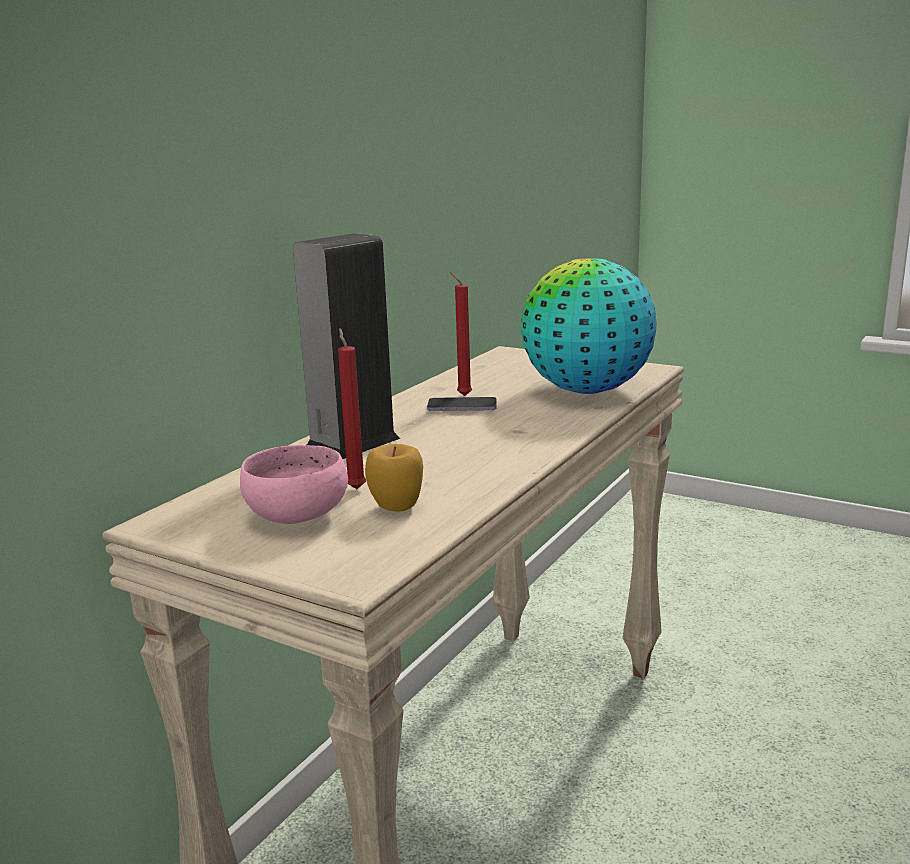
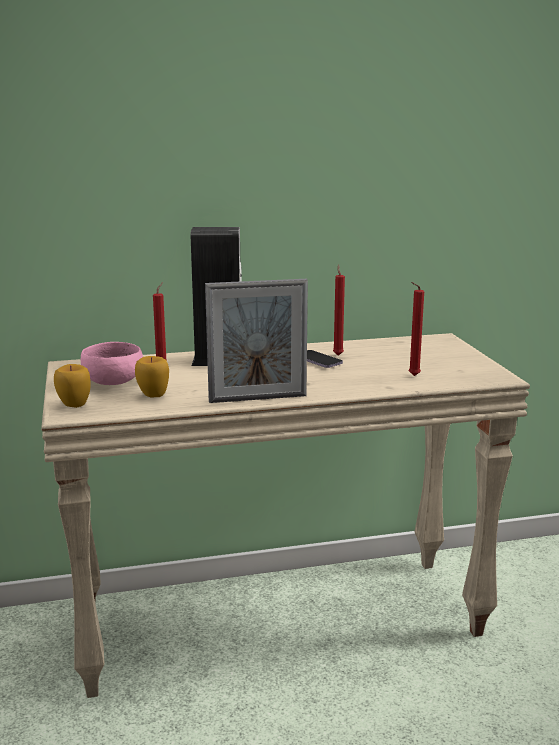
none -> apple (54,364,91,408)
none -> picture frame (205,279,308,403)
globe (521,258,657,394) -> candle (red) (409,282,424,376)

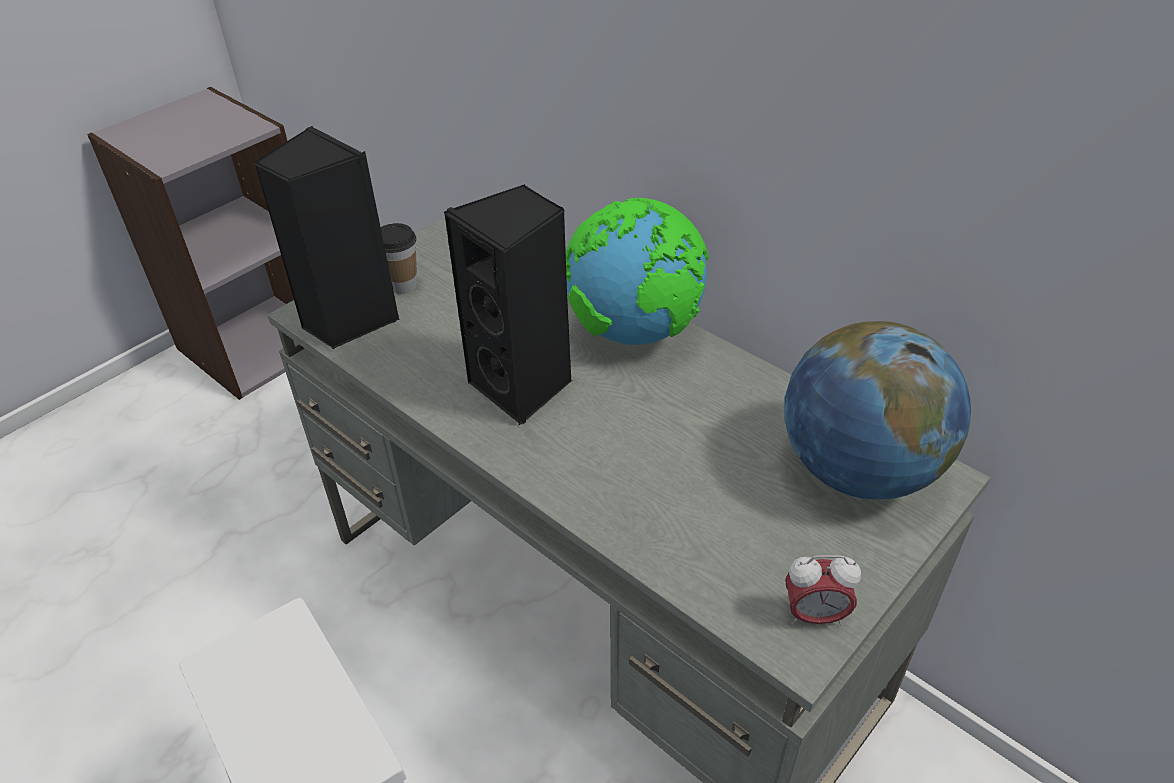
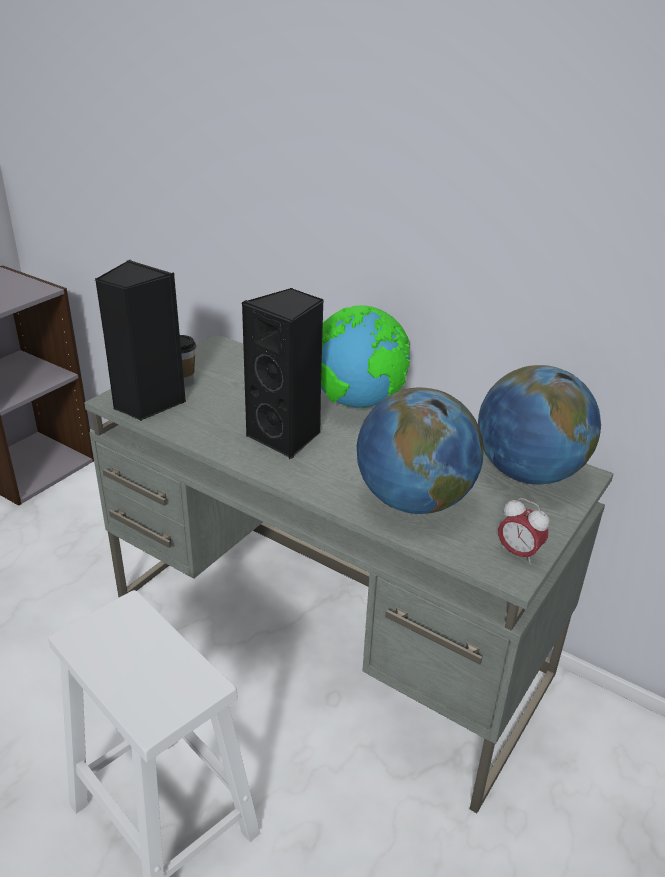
none -> globe (357,388,484,514)
alarm clock (785,555,861,626) -> alarm clock (498,498,549,565), 45 degrees clockwise

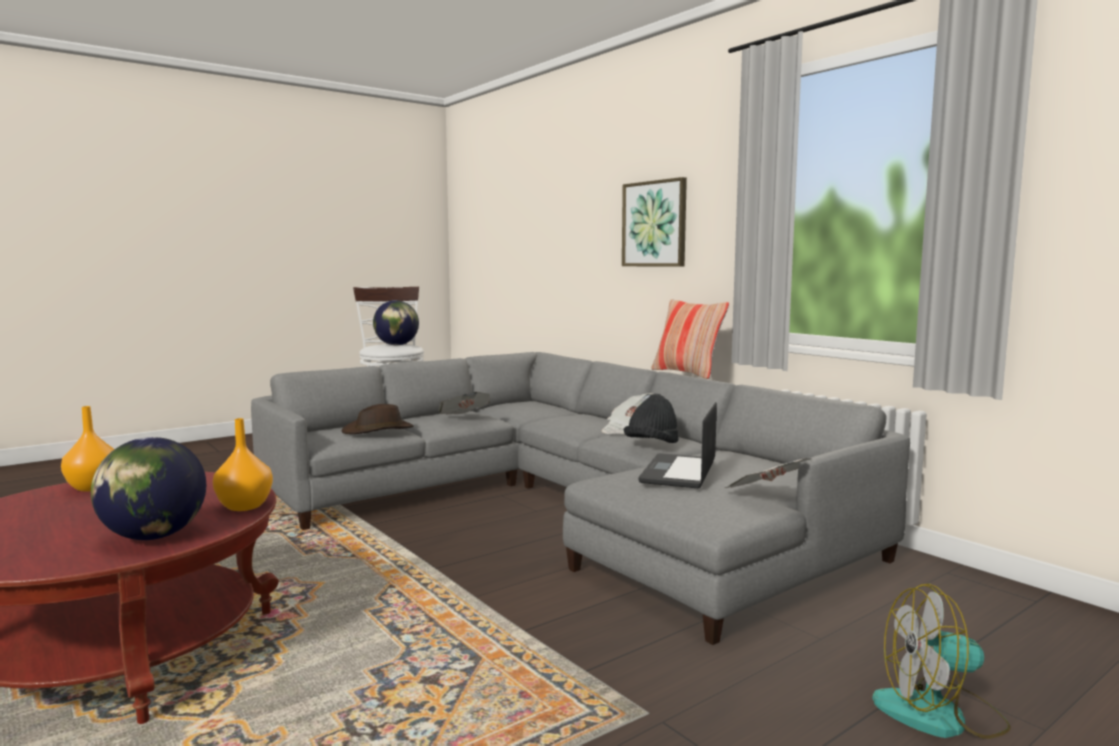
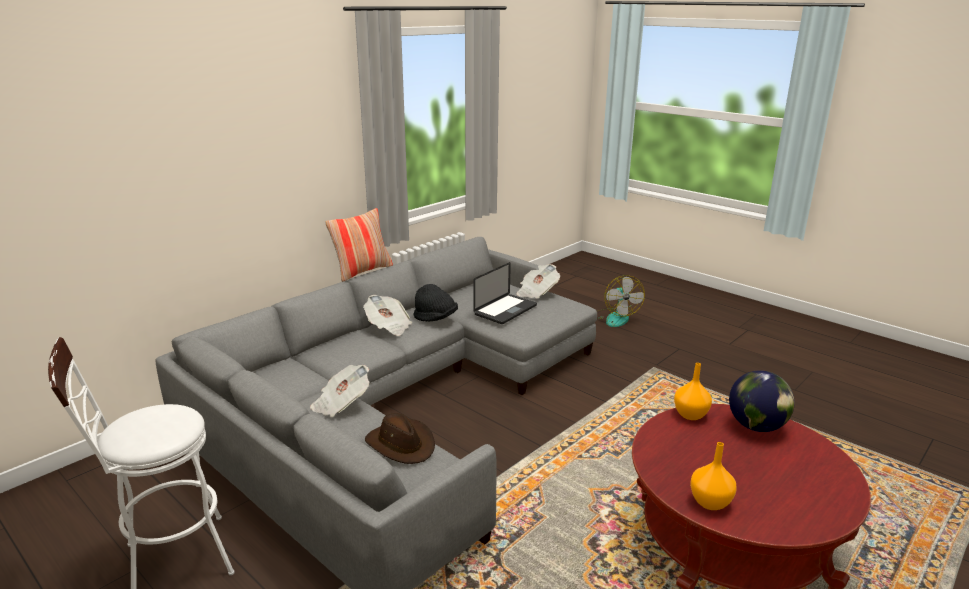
globe (373,300,419,345) -> none
picture (622,177,687,267) -> none
laptop (639,402,717,488) -> laptop (473,262,537,324), 60 degrees counterclockwise

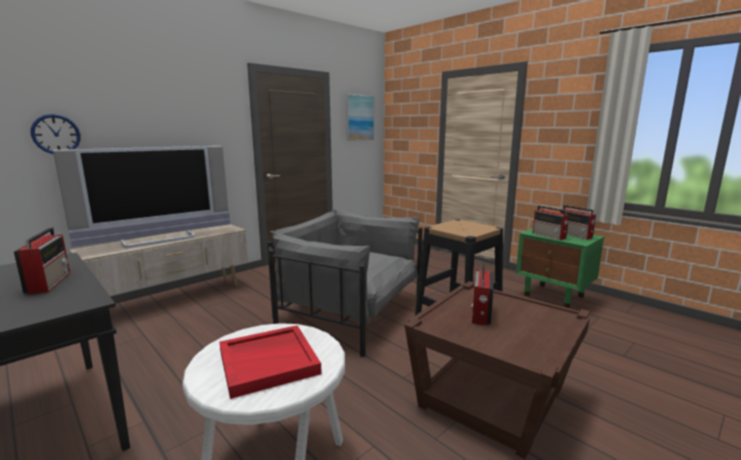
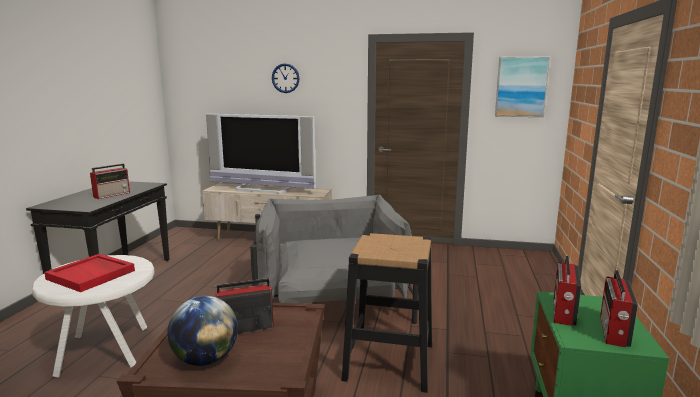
none -> globe (167,296,238,366)
wall clock (31,114,81,154) -> wall clock (272,63,300,93), moved

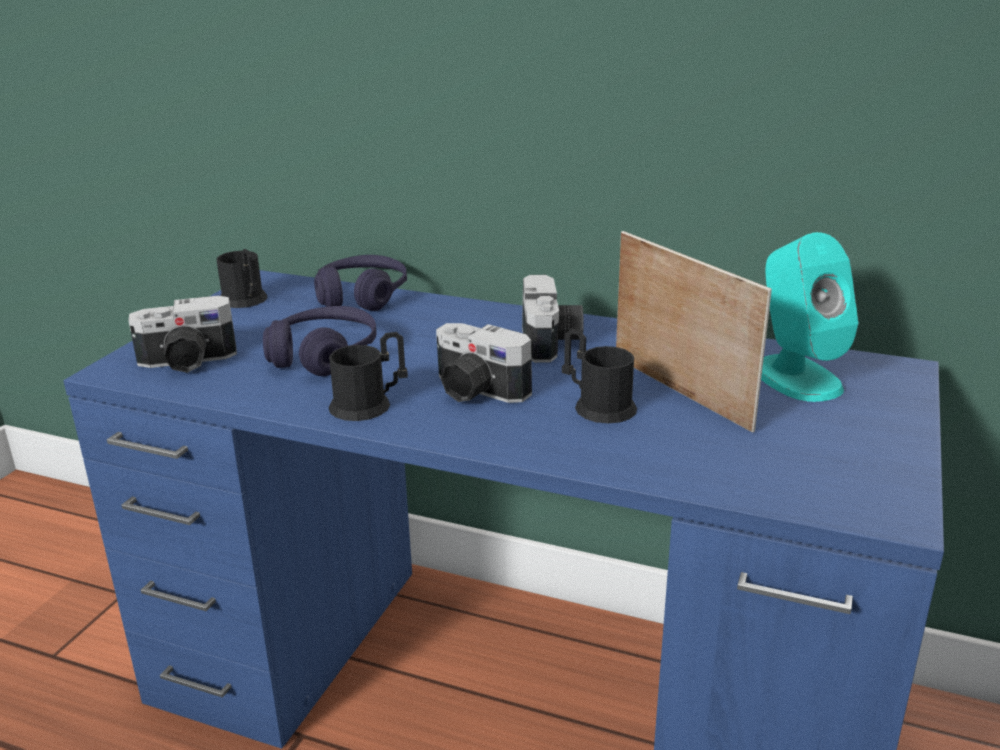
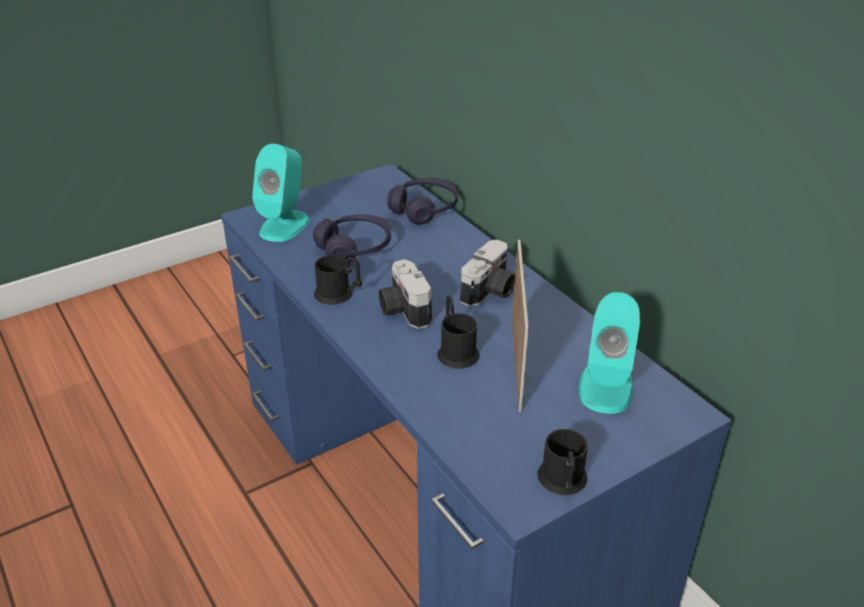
mug (black) (217,249,267,308) -> mug (black) (537,429,588,495), moved
photo camera (128,296,237,373) -> speaker (turquoise) (252,144,309,242)

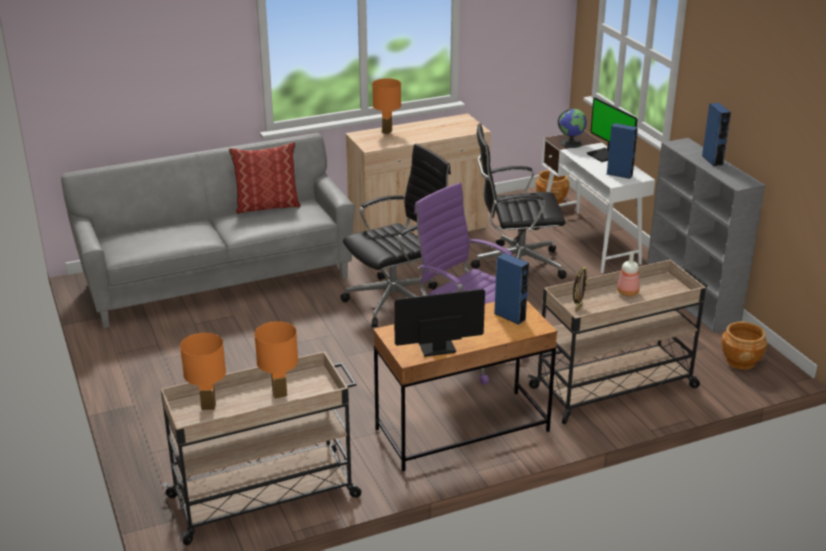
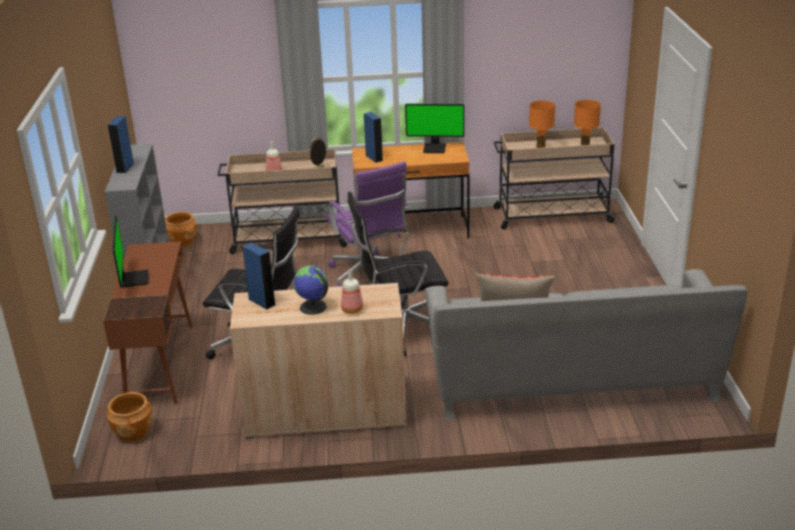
globe (558,109,587,148) -> globe (294,265,328,315), moved
speaker (blue) (607,123,638,179) -> speaker (blue) (242,242,275,310), moved
table lamp (orange) (372,78,401,134) -> bottle (341,269,363,314)
desk (white) (541,131,655,273) -> desk (brown) (103,241,193,404)

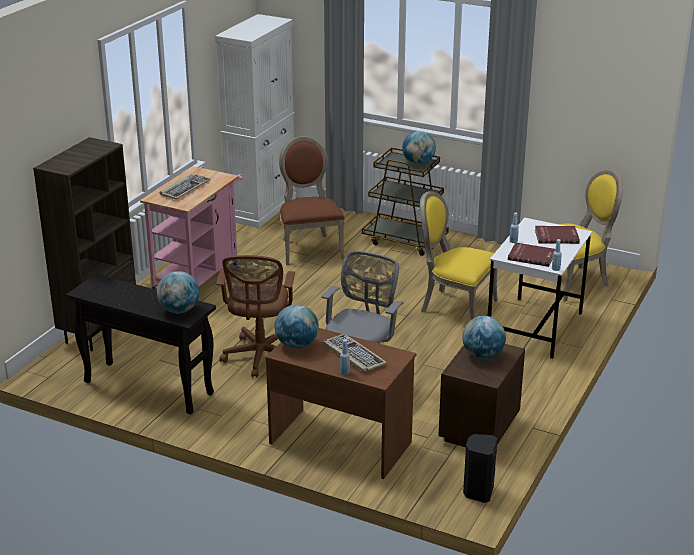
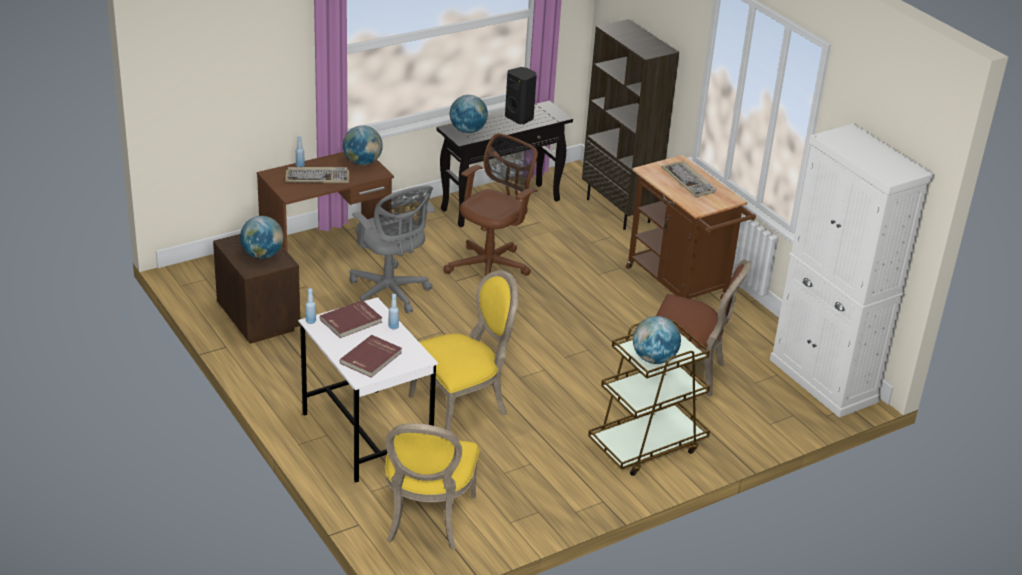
speaker (black) (463,434,497,503) -> speaker (black) (505,67,537,124), moved
cart (pink) (140,166,243,290) -> cart (brown) (626,155,756,300)
office chair (brown) (216,255,295,378) -> office chair (brown) (443,134,538,276), 90 degrees clockwise

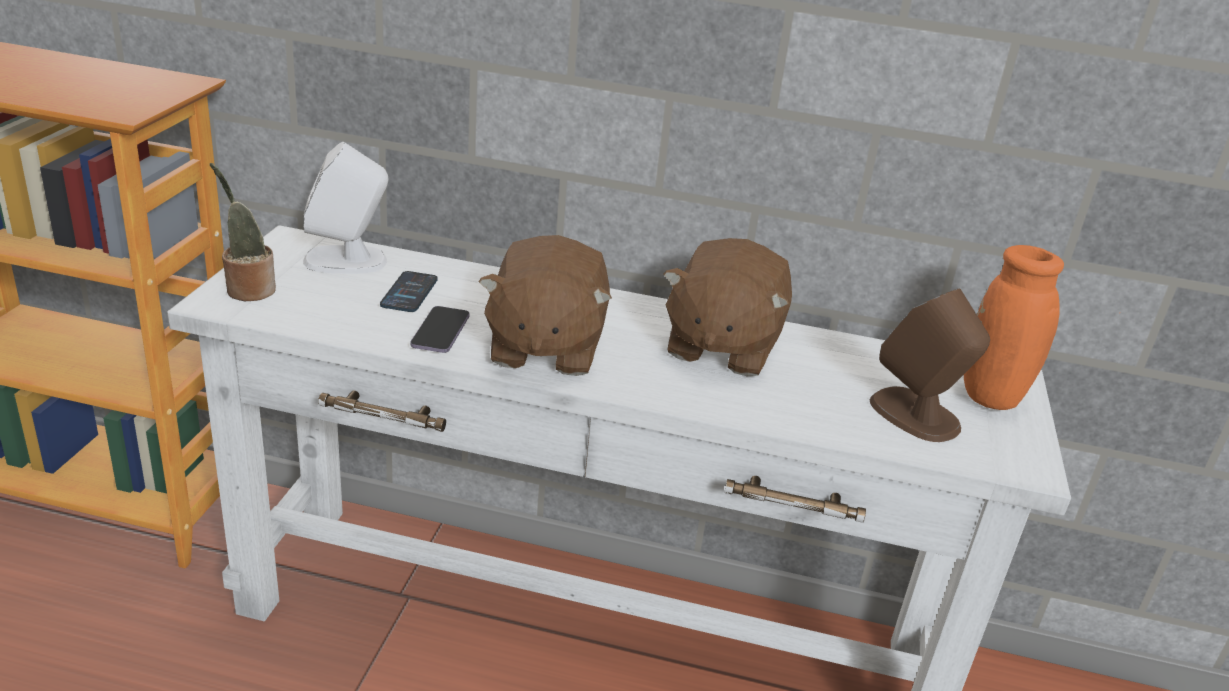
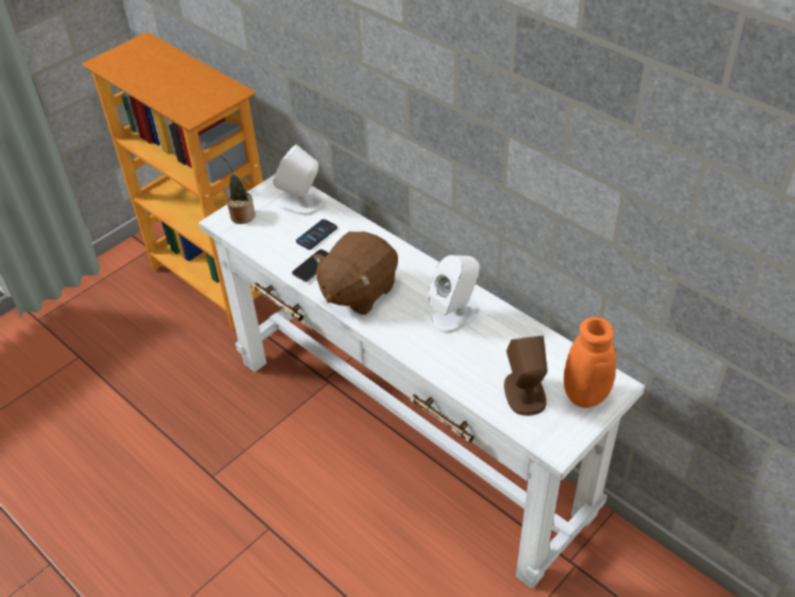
plush toy (brown) (663,238,792,376) -> speaker (white) (428,255,480,333)

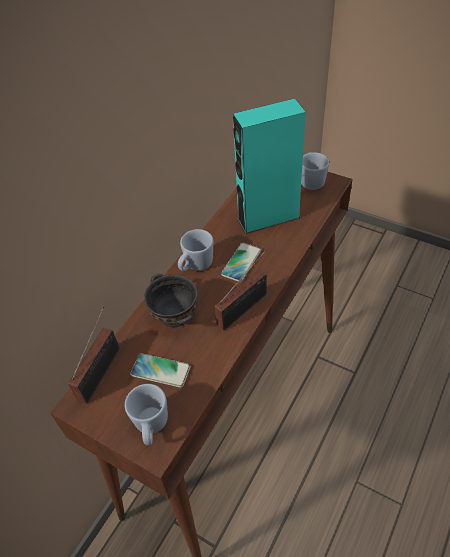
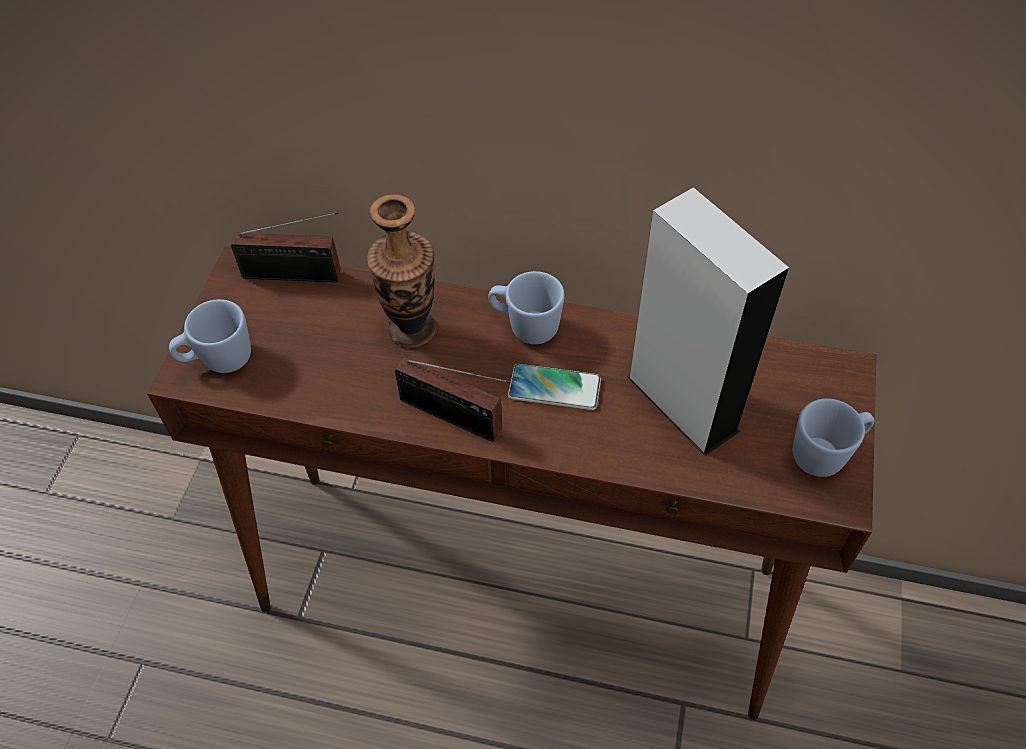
phone (130,353,191,388) -> none
bowl (black) (144,274,197,327) -> vase (367,194,436,348)
speaker (turquoise) (233,98,306,234) -> speaker (grey) (627,187,789,456)

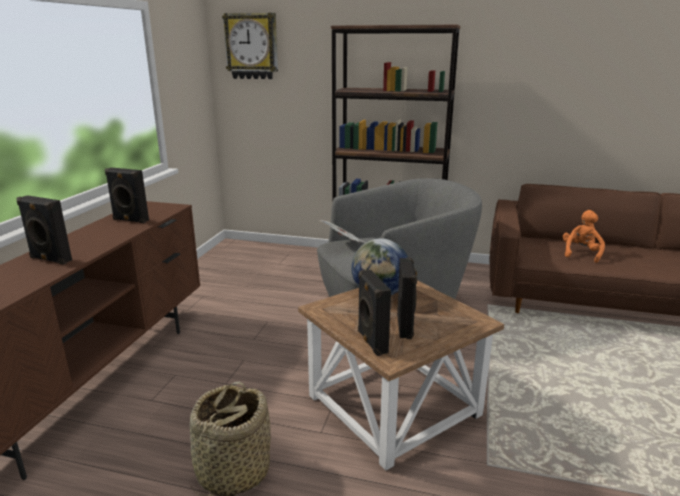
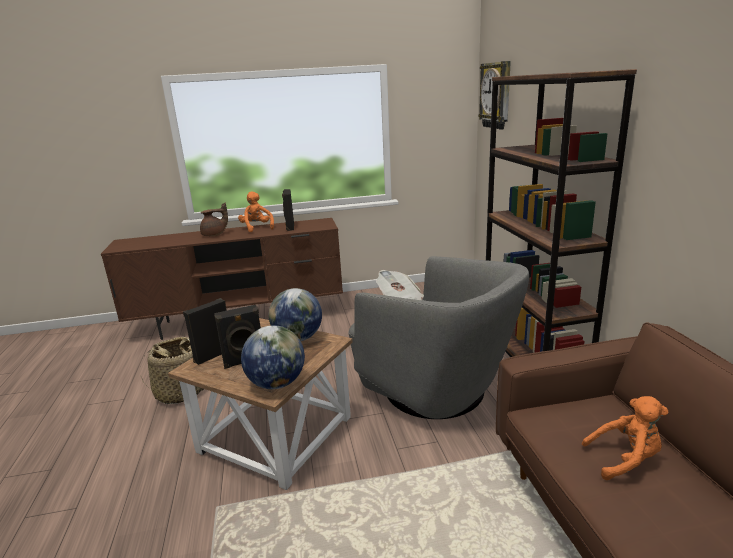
none -> plush toy (orange) (238,191,274,232)
none -> globe (241,325,305,389)
speaker (black) (17,195,72,265) -> teapot (brown) (200,203,228,236)

